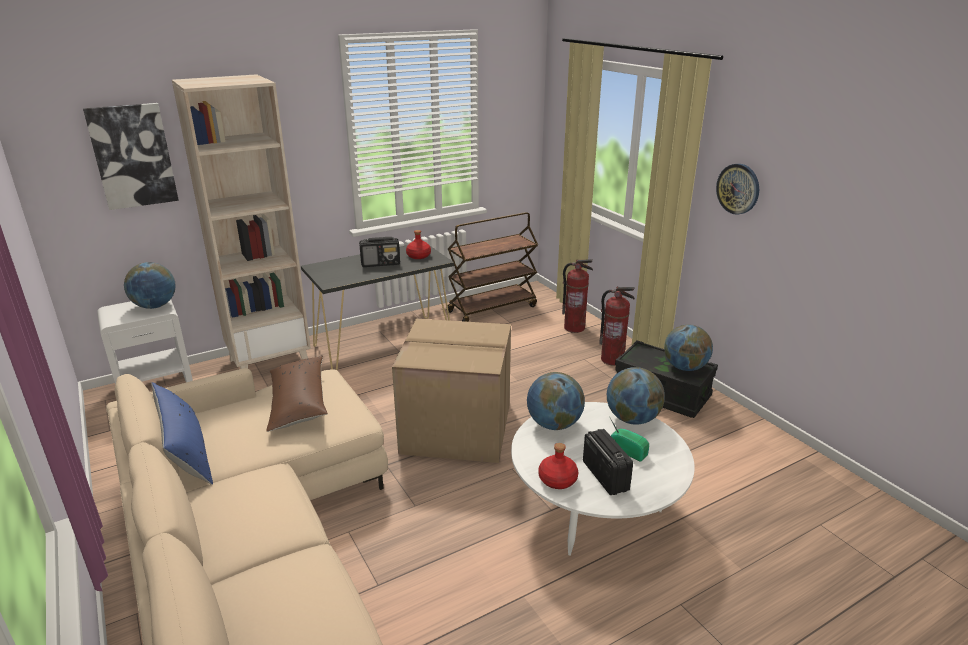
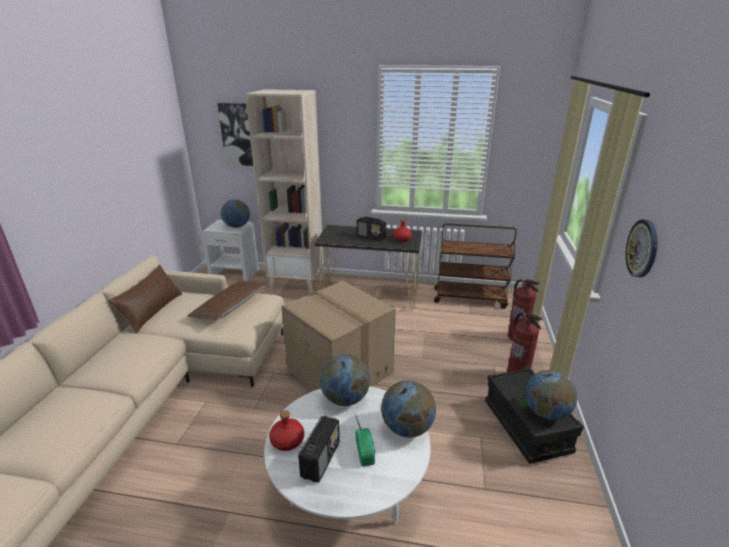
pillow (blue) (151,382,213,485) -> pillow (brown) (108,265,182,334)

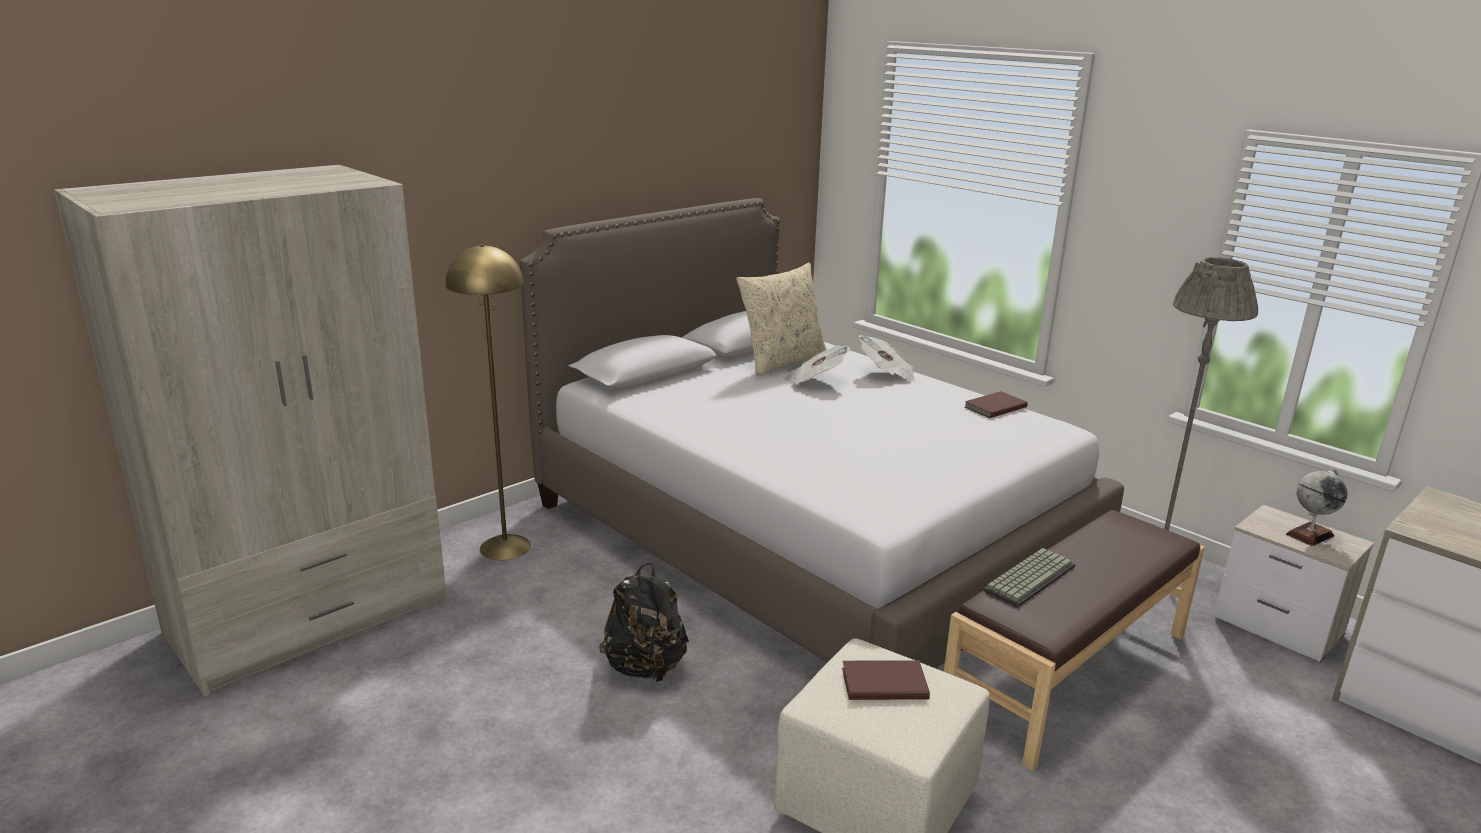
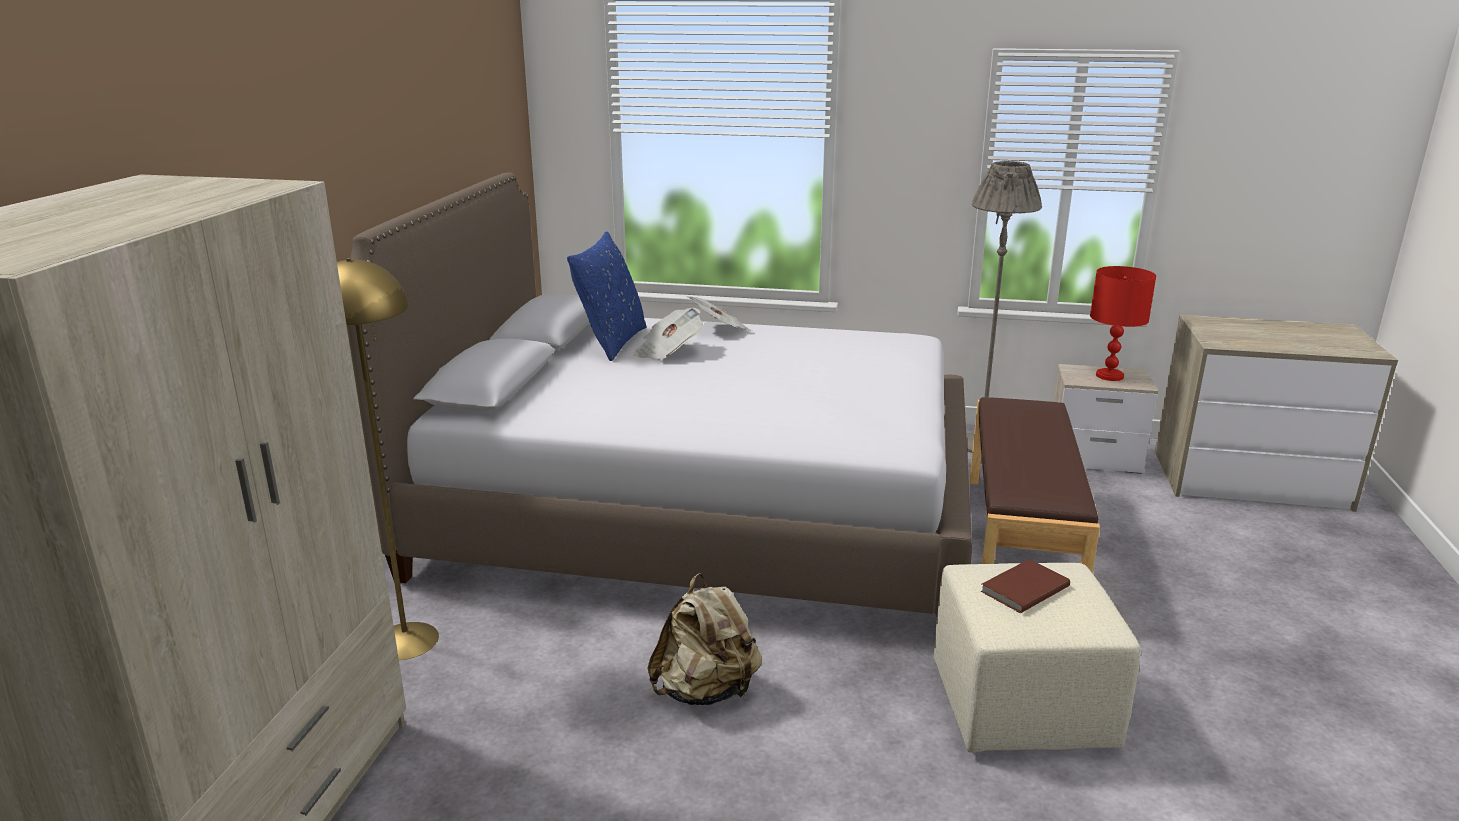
book (brown) (965,391,1028,418) -> none
keyboard (984,548,1075,607) -> none
globe (1286,468,1347,546) -> table lamp (red) (1090,266,1156,381)
backpack (black) (599,563,689,682) -> backpack (beige) (647,573,762,705)
pillow (beige) (736,263,827,376) -> pillow (blue) (567,231,647,361)

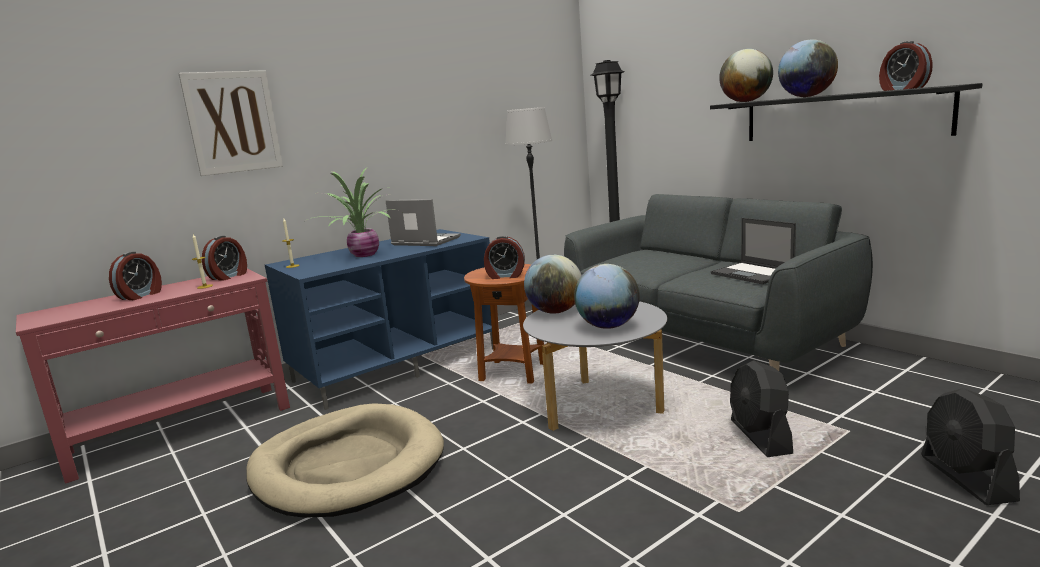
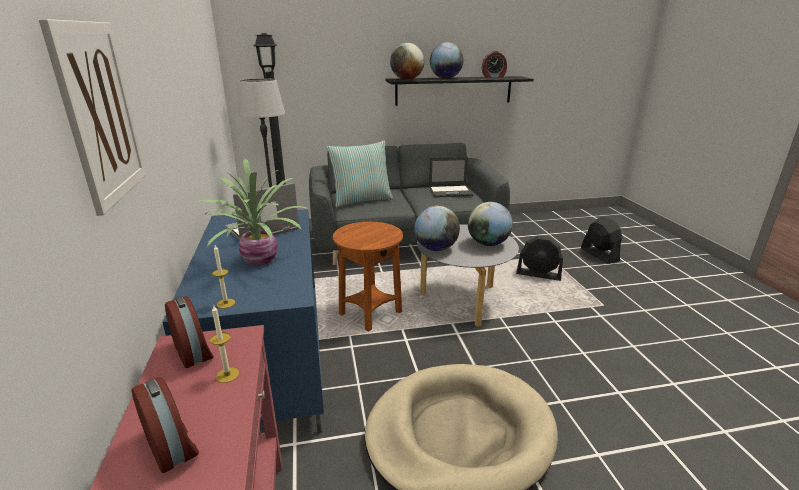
alarm clock (484,236,525,279) -> none
none -> pillow (327,140,393,207)
fan (black) (921,388,1020,505) -> fan (black) (581,217,623,264), 135 degrees counterclockwise

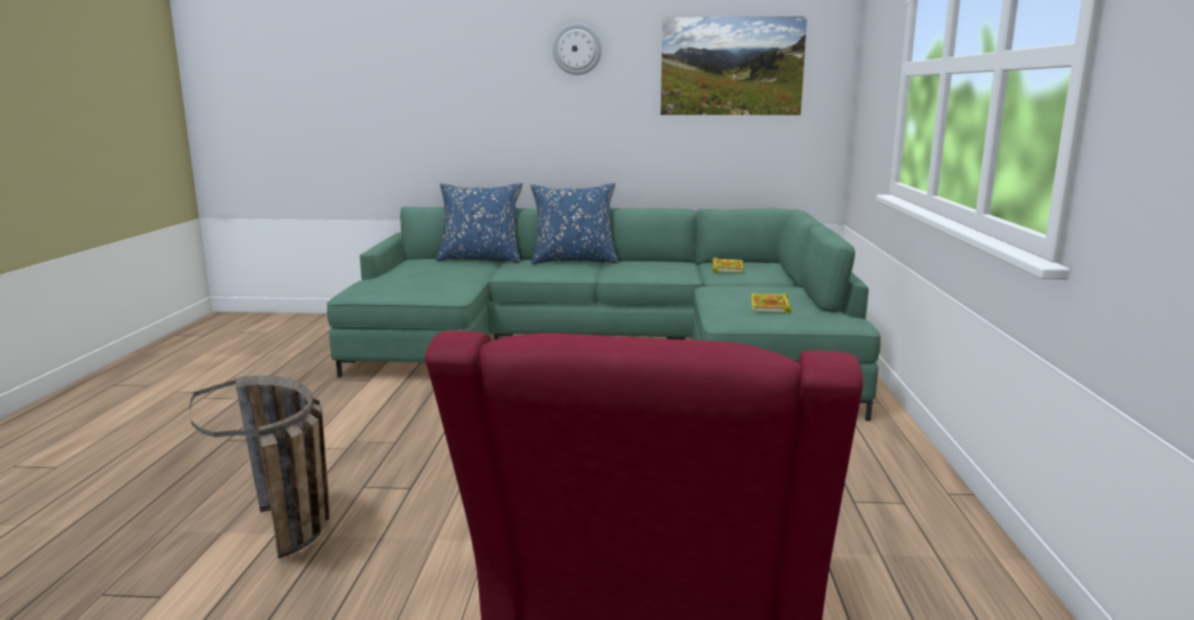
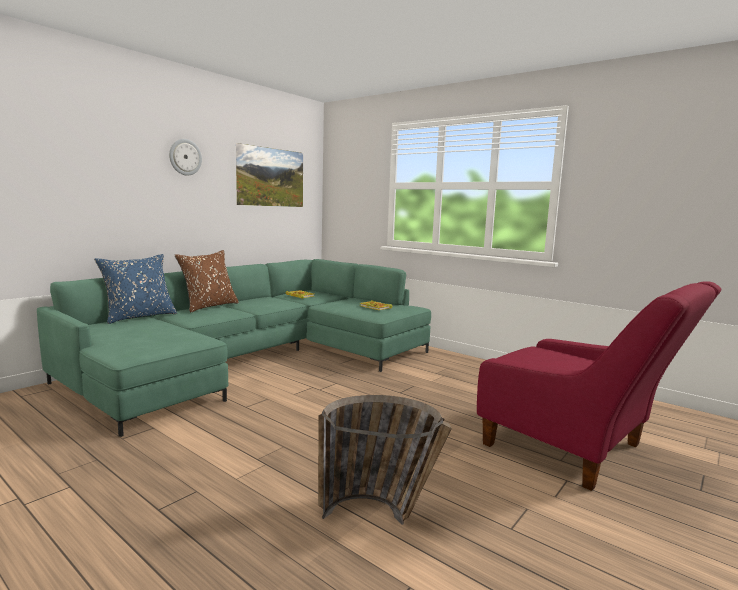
pillow (blue) (531,183,618,264) -> pillow (brown) (175,250,239,313)

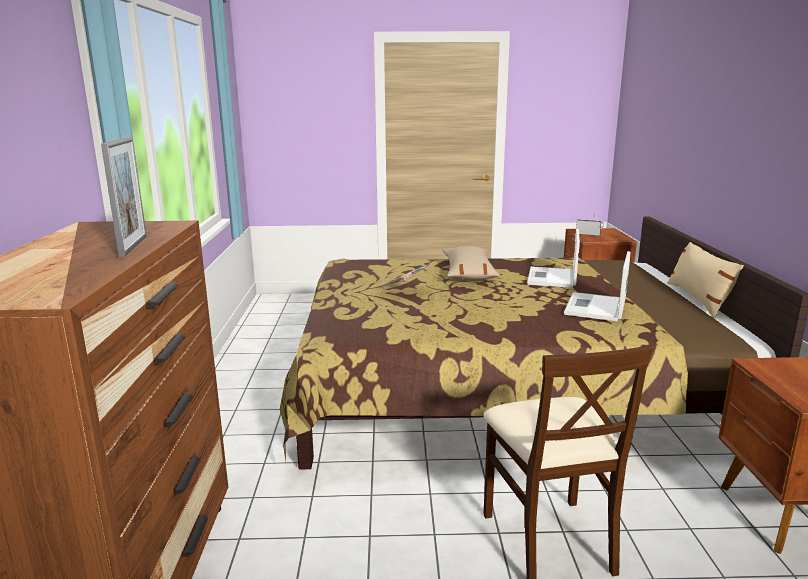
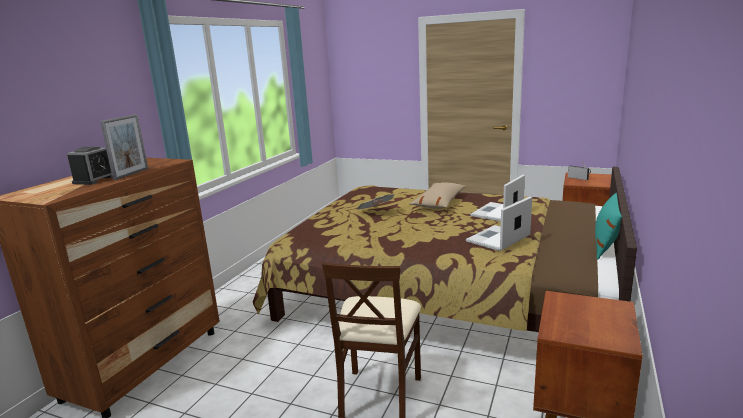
none -> alarm clock (67,147,113,185)
pillow (beige) (667,242,744,318) -> pillow (turquoise) (595,192,622,259)

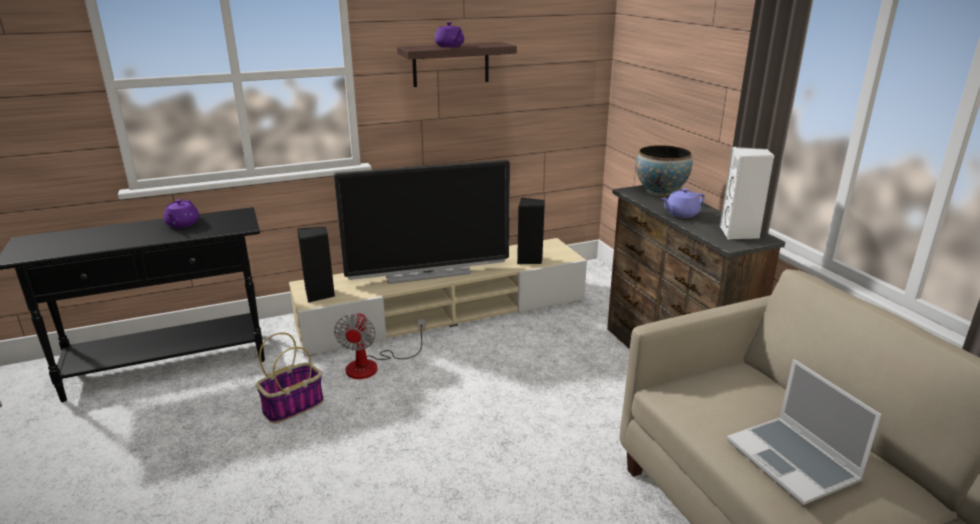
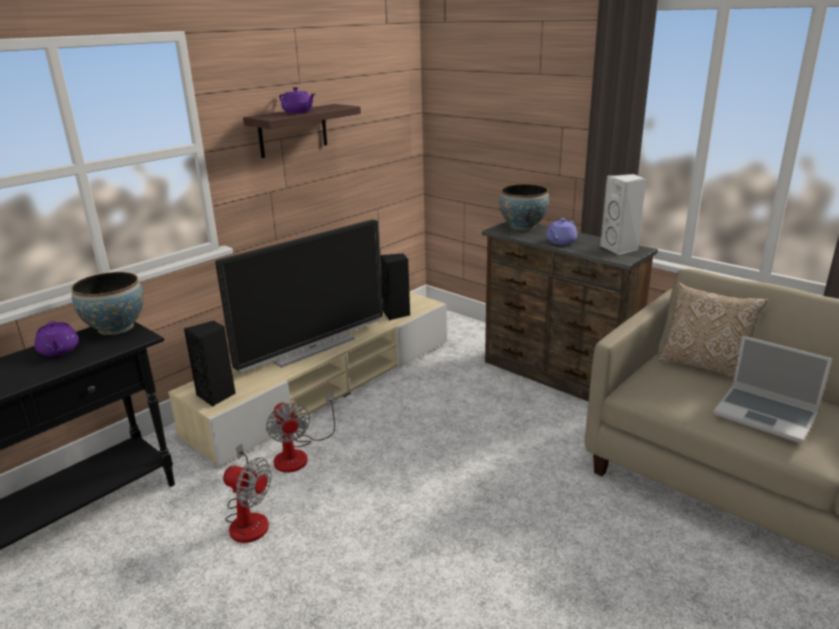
none -> bowl (71,272,144,335)
none -> pillow (659,283,768,378)
basket (256,332,324,423) -> fan (223,443,272,543)

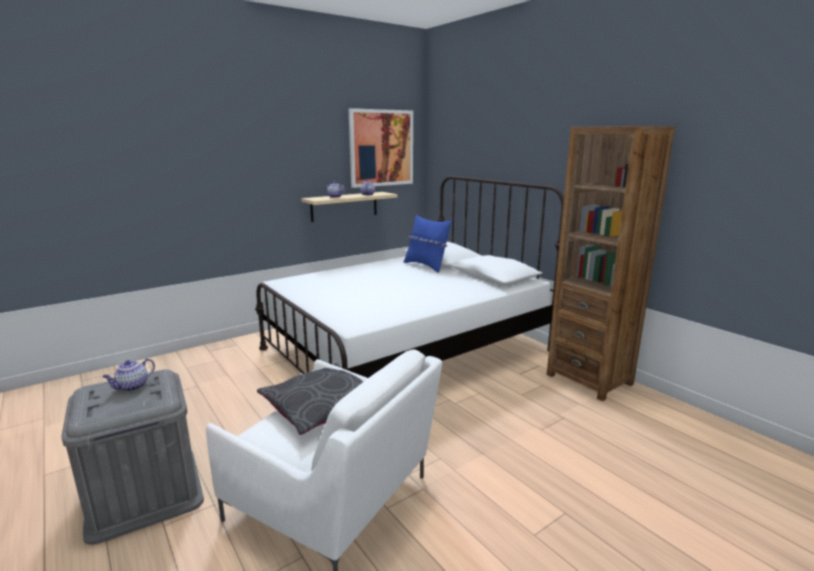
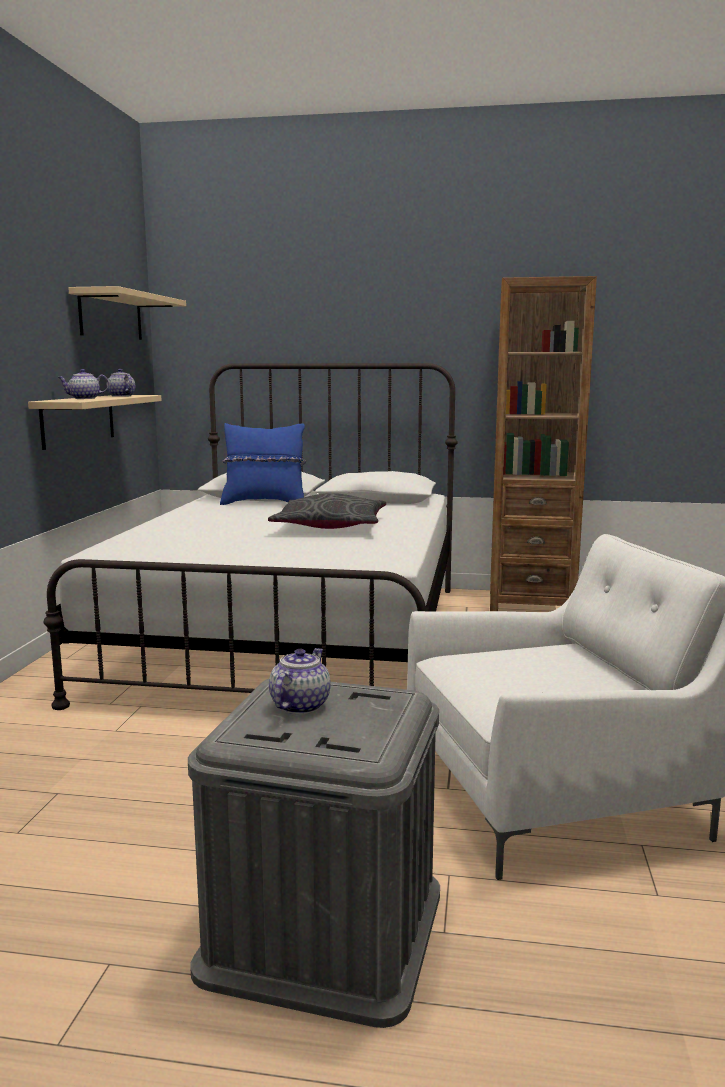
pillow (grey) (257,363,363,435) -> pillow (grey) (268,493,386,529), moved
picture (349,108,413,188) -> shelf (beige) (68,286,186,340)
teapot (103,359,155,391) -> teapot (269,648,331,714), 150 degrees counterclockwise

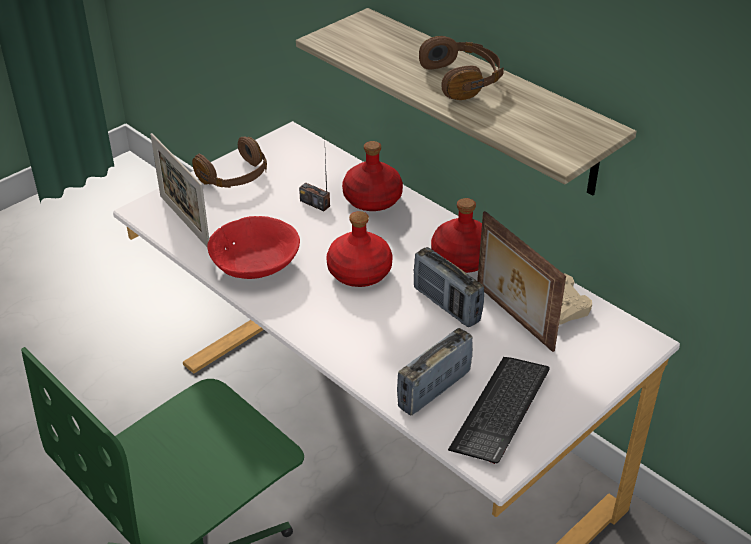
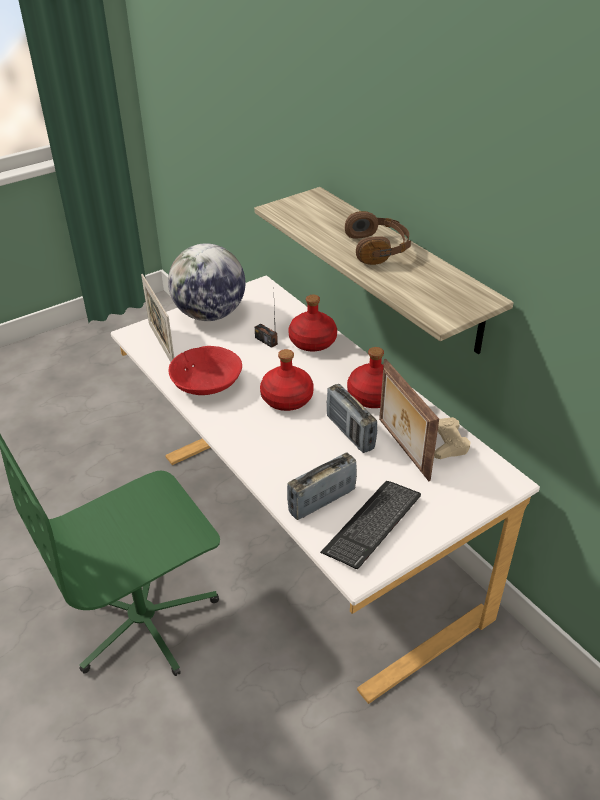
headphones (brown) (192,136,267,188) -> globe (168,243,245,321)

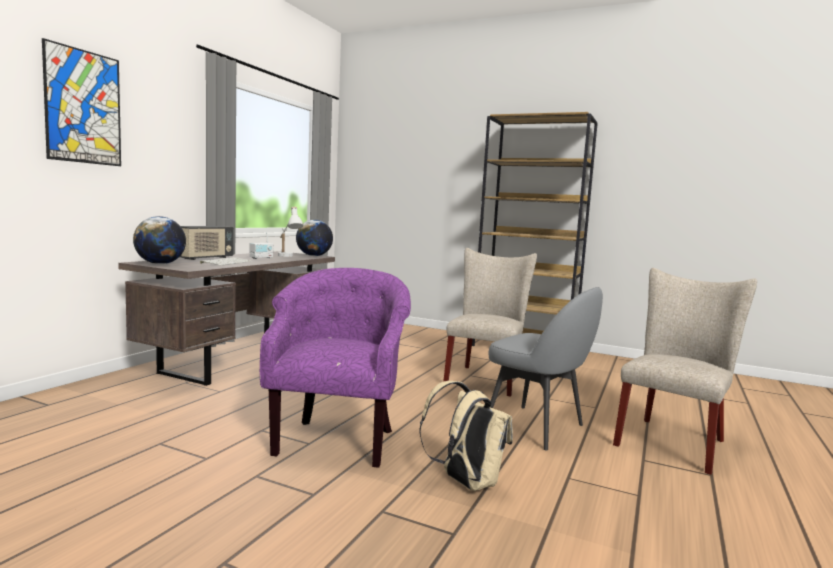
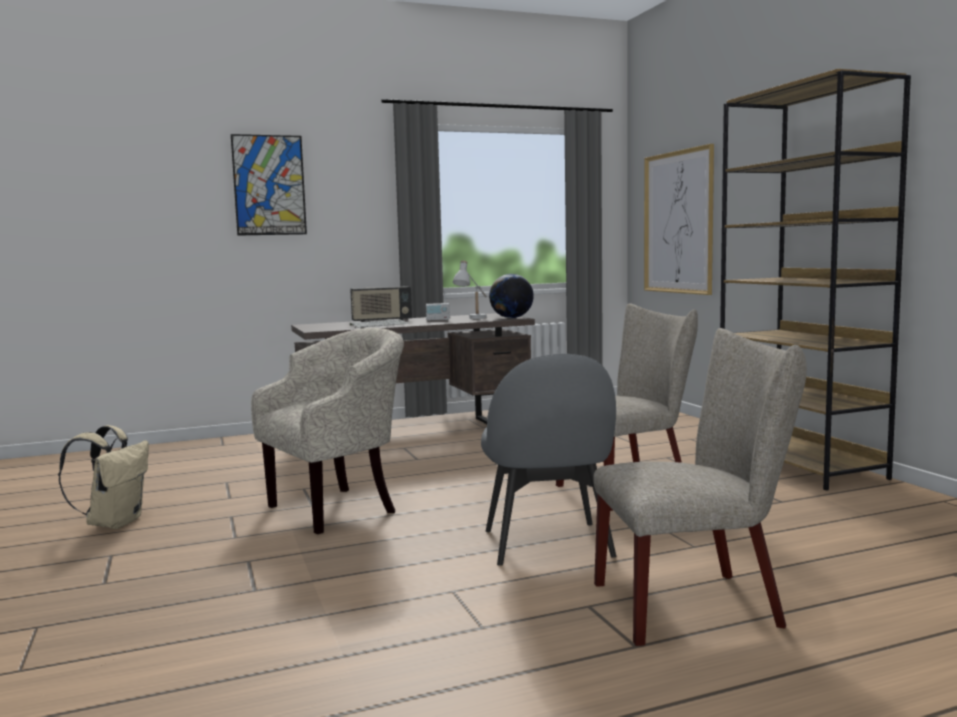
globe (133,216,186,264) -> none
none -> picture (644,144,714,295)
backpack (beige) (419,381,513,491) -> backpack (beige) (58,425,149,529), moved
armchair (purple) (260,268,411,468) -> armchair (beige) (251,328,404,534)

